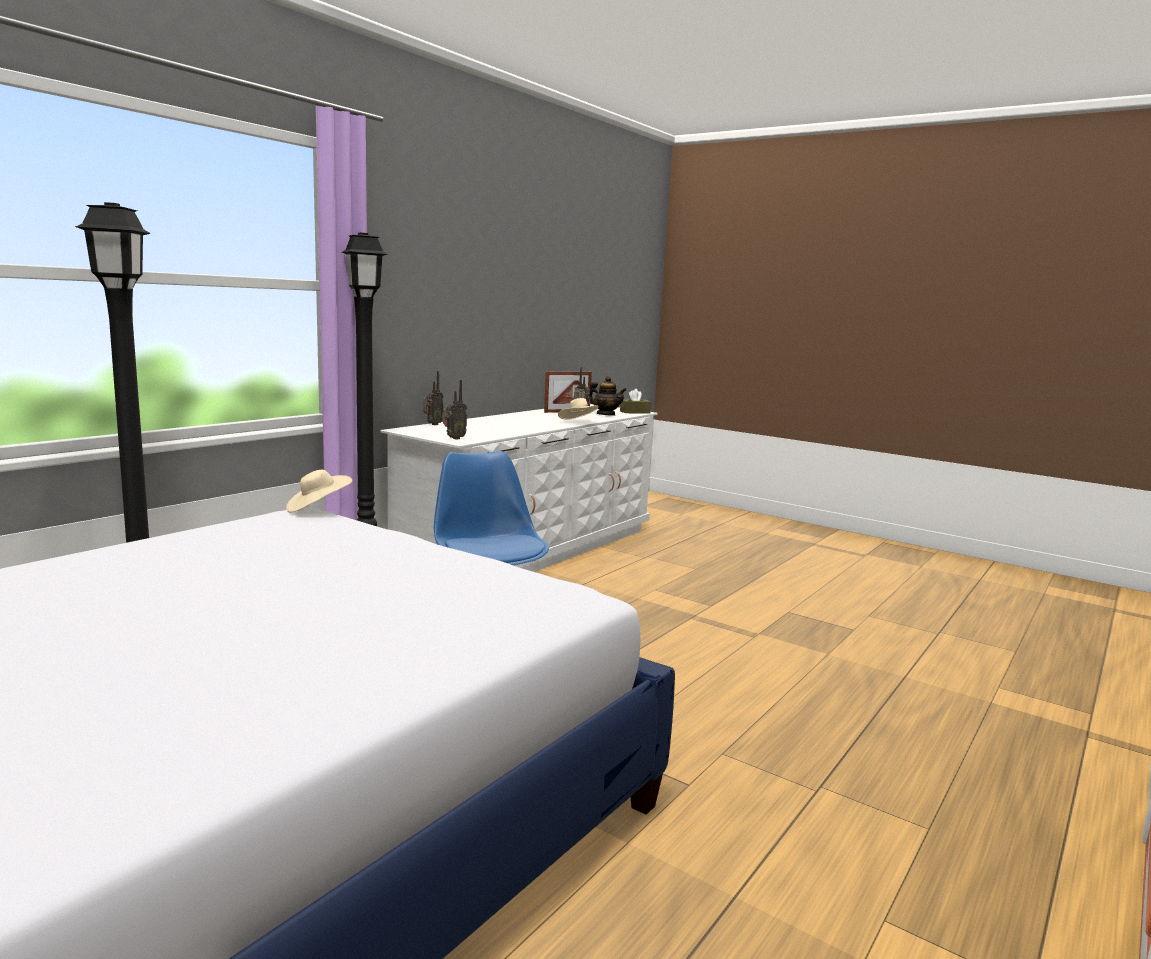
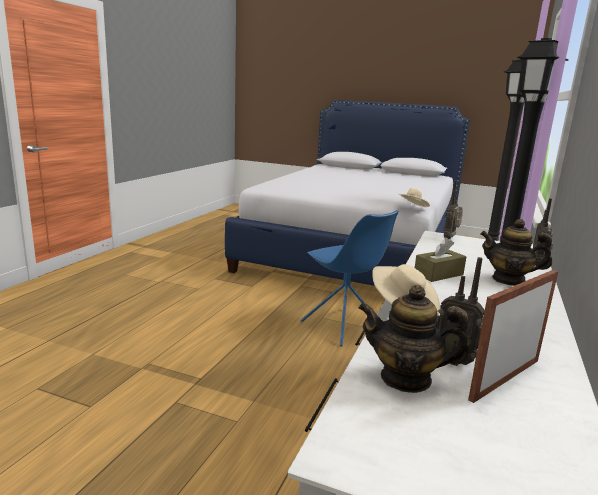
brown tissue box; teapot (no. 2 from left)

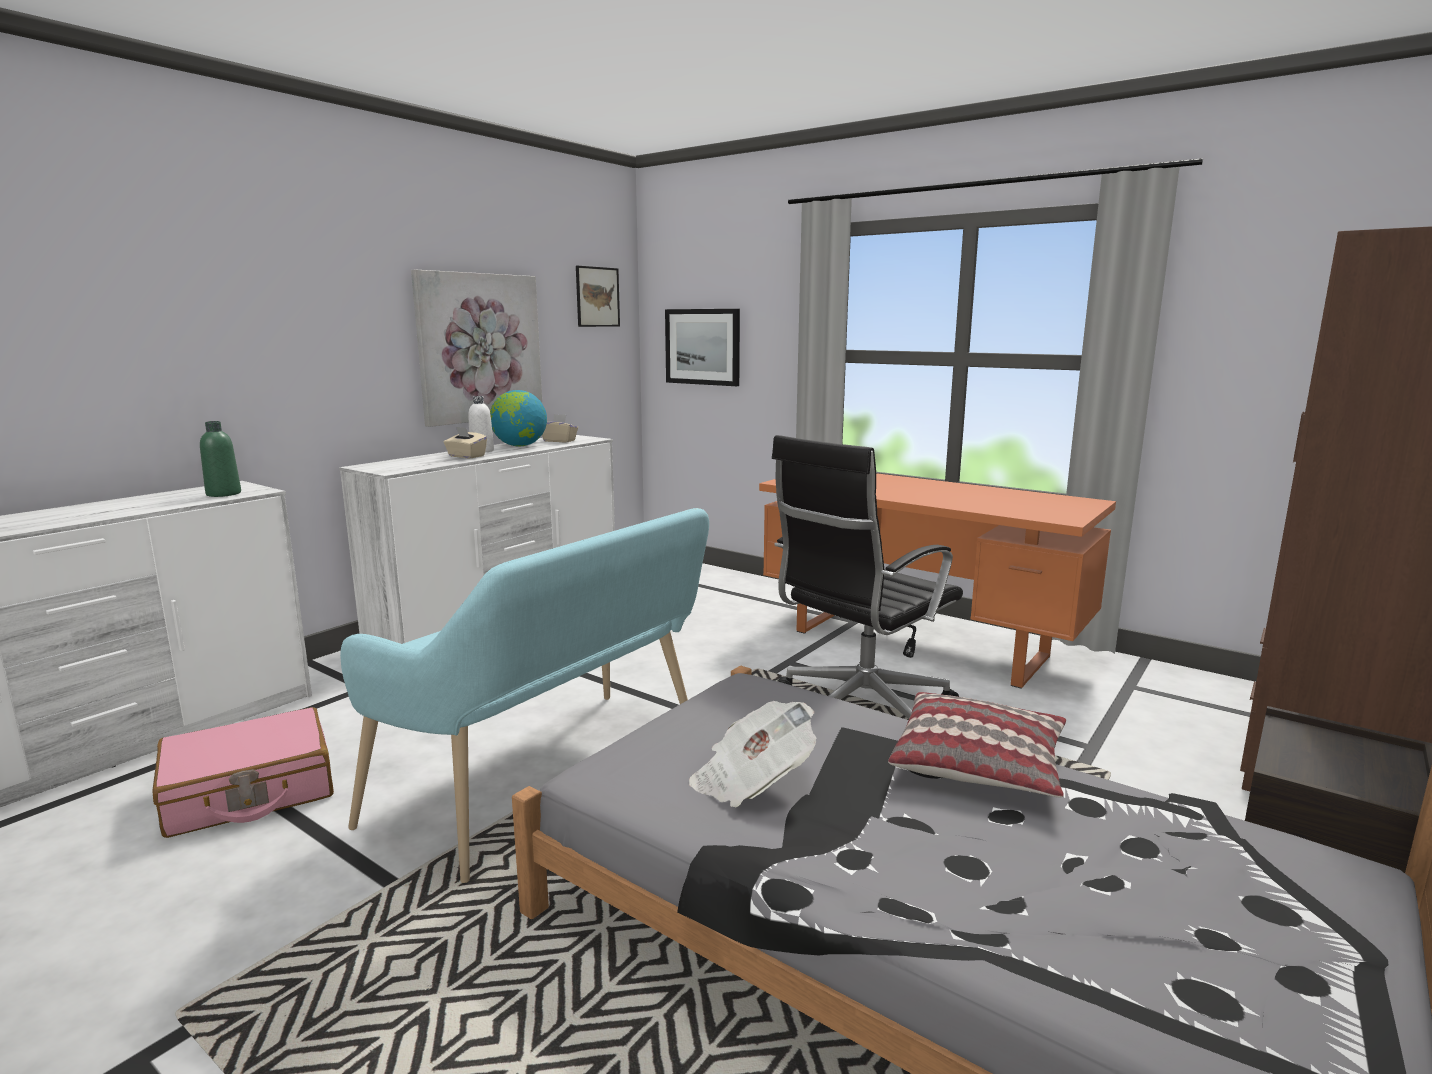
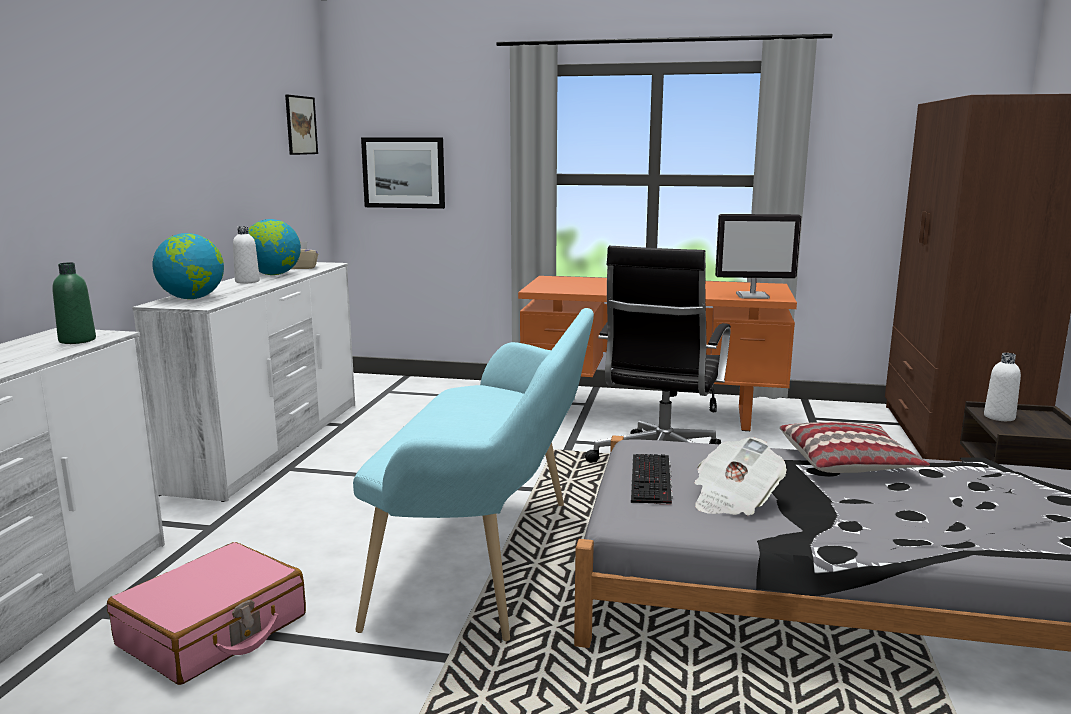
globe (no. 1 from left); keyboard; monitor; white bottle (no. 2 from left); picture (no. 1 from left in the first image); beige tissue box (no. 1 from left in the first image)

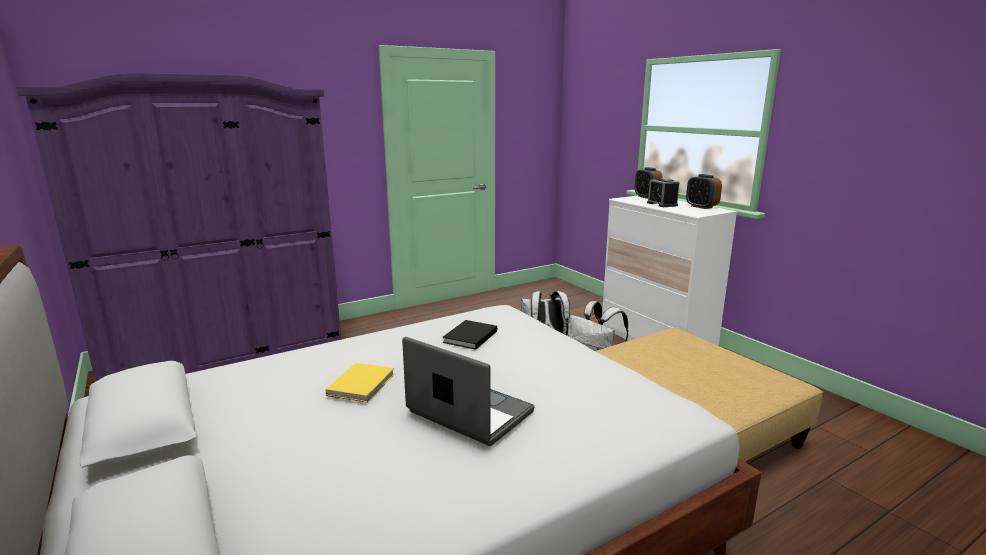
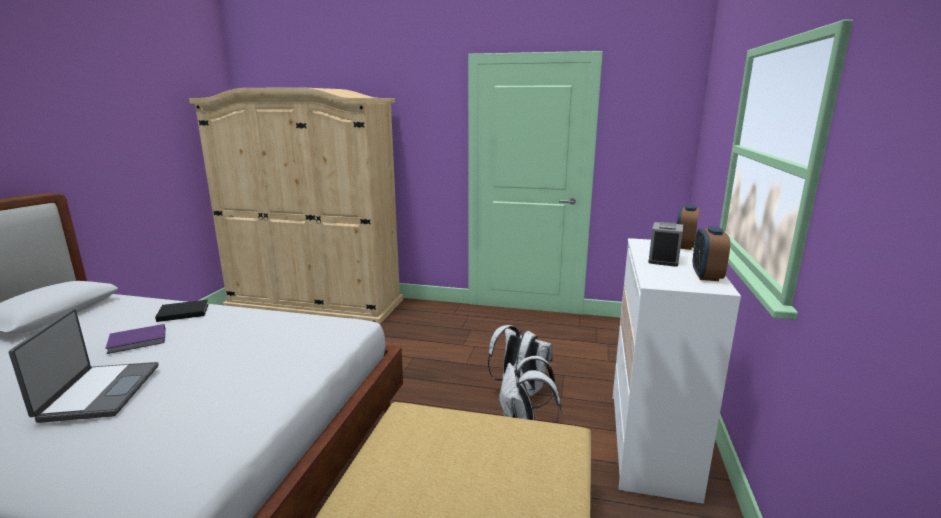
purple book; black book; beige wardrobe

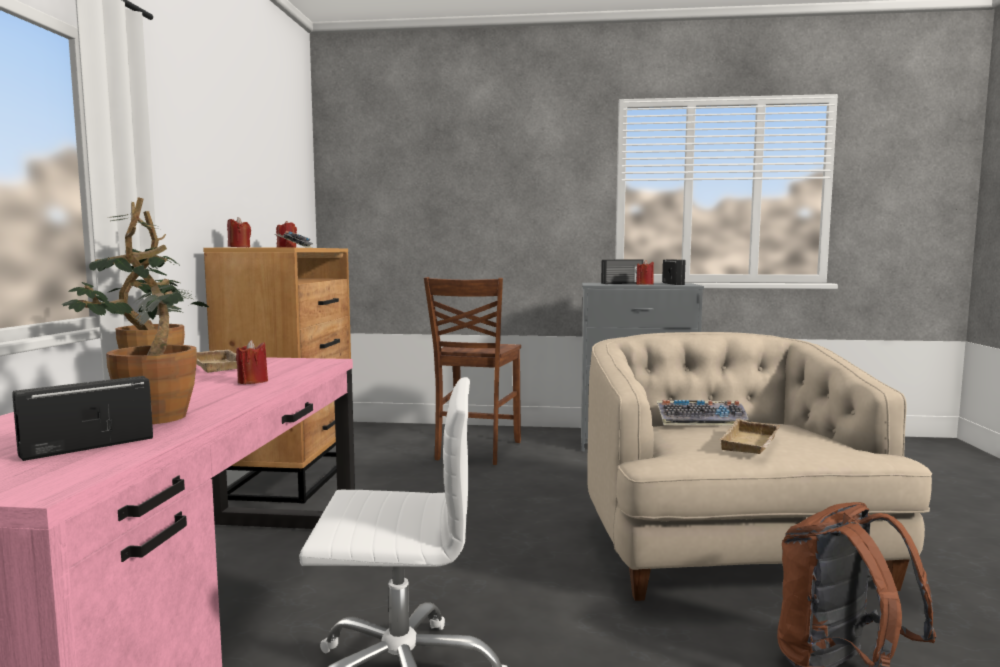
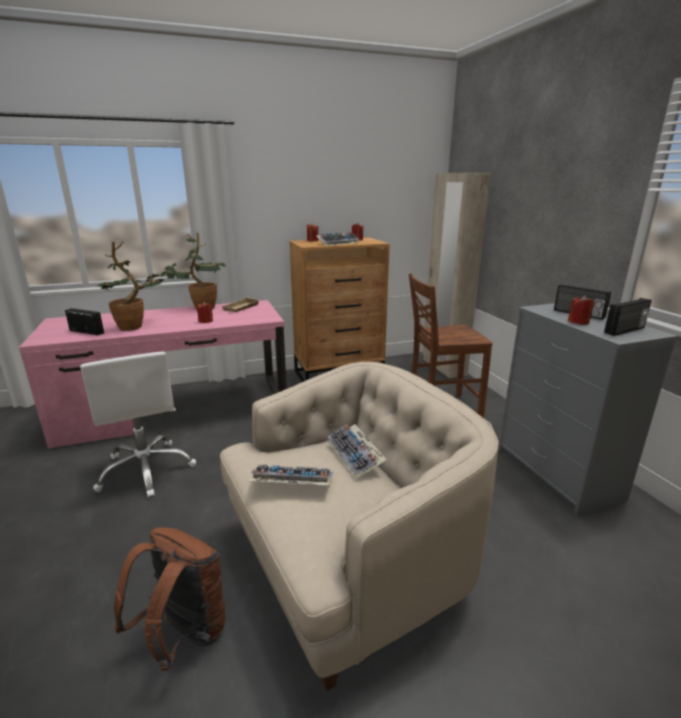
keyboard (no. 1 from left); beige wardrobe

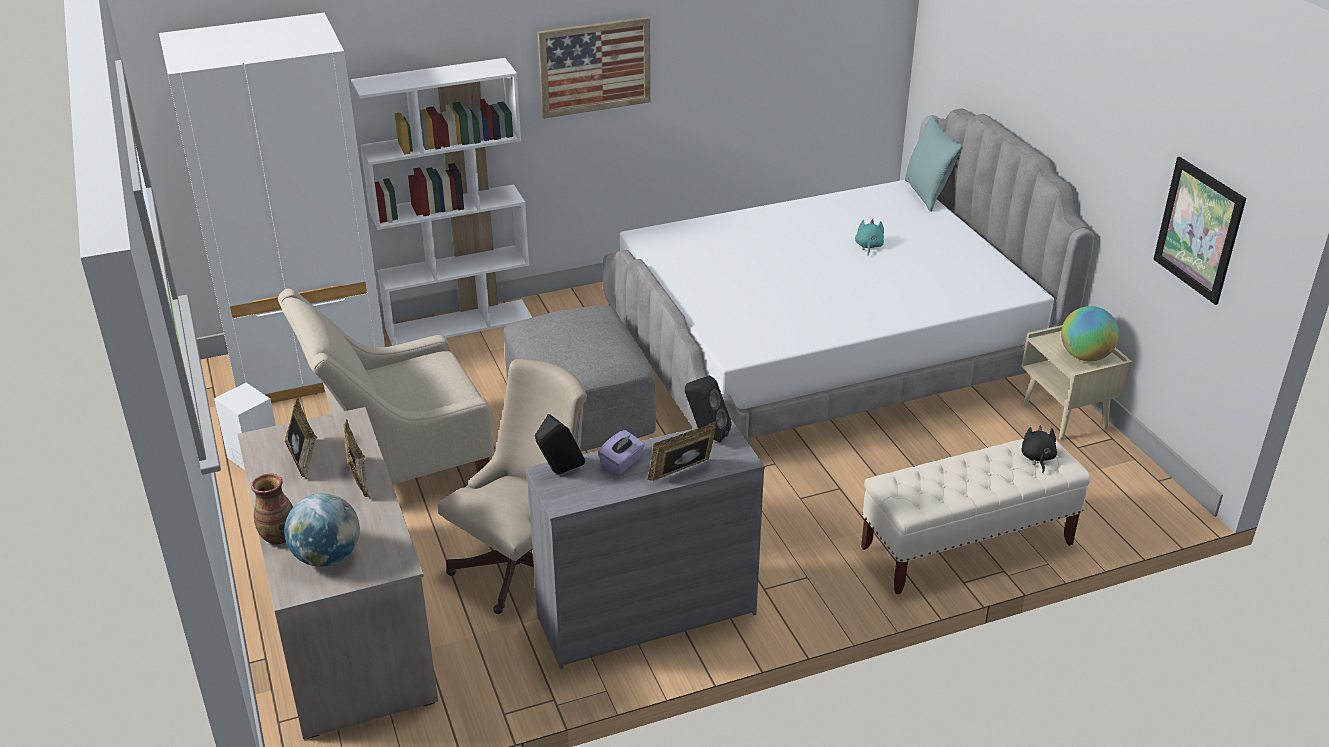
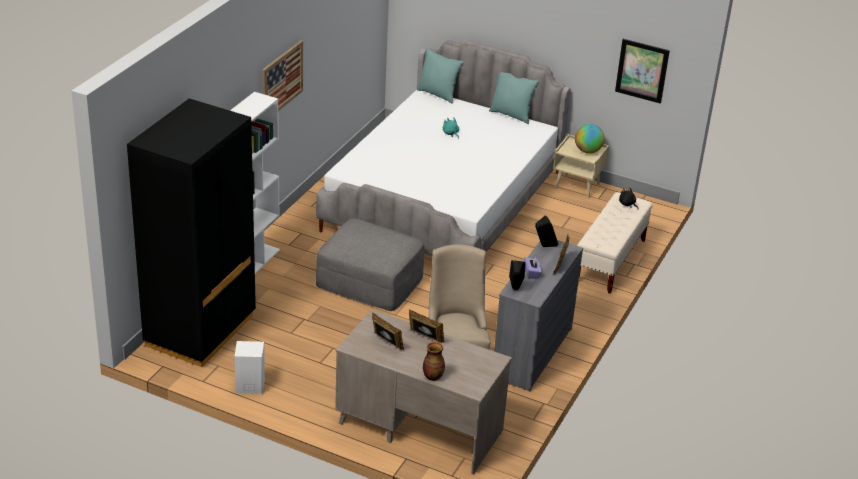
black wardrobe; turquoise pillow (no. 2 from left); beige armchair; globe (no. 1 from left in the first image)

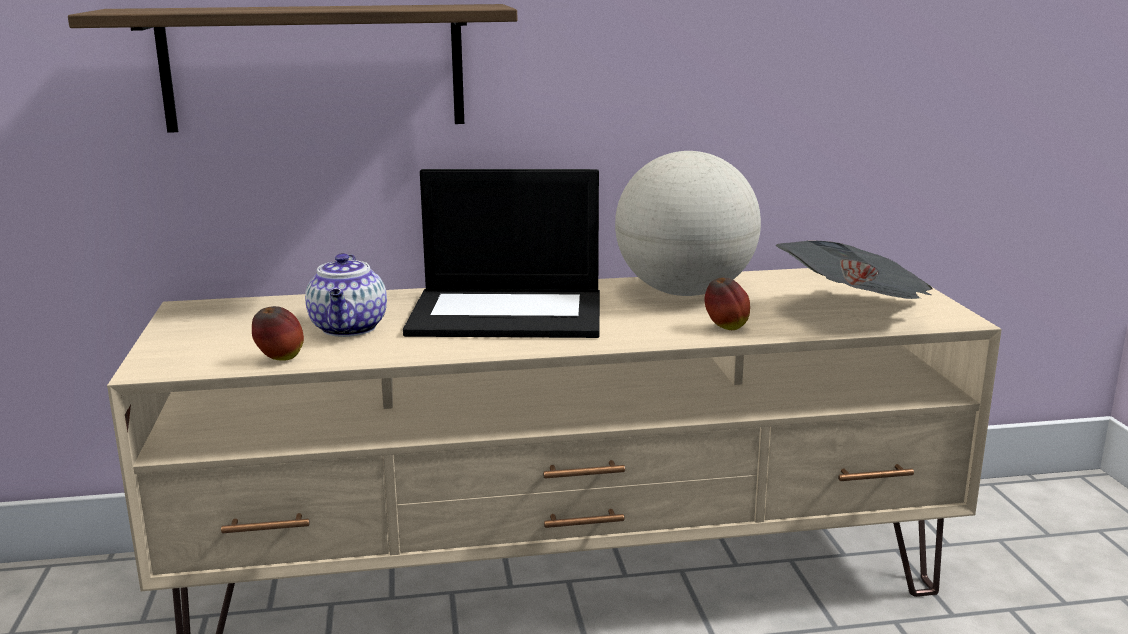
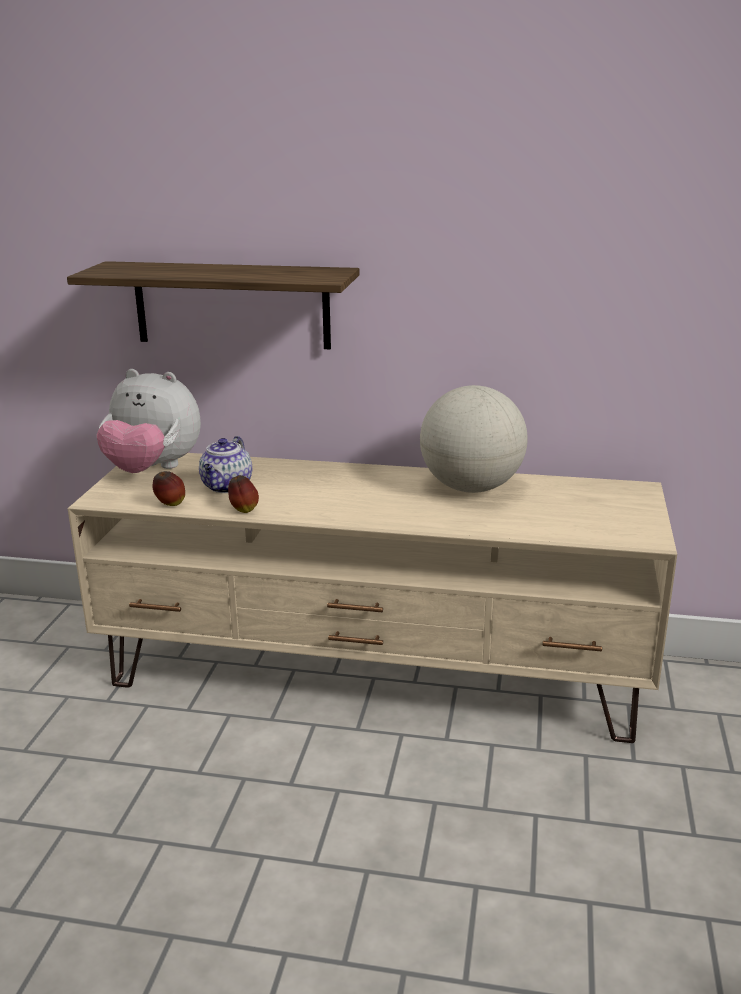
plush toy; apple (no. 2 from left); laptop; newspaper

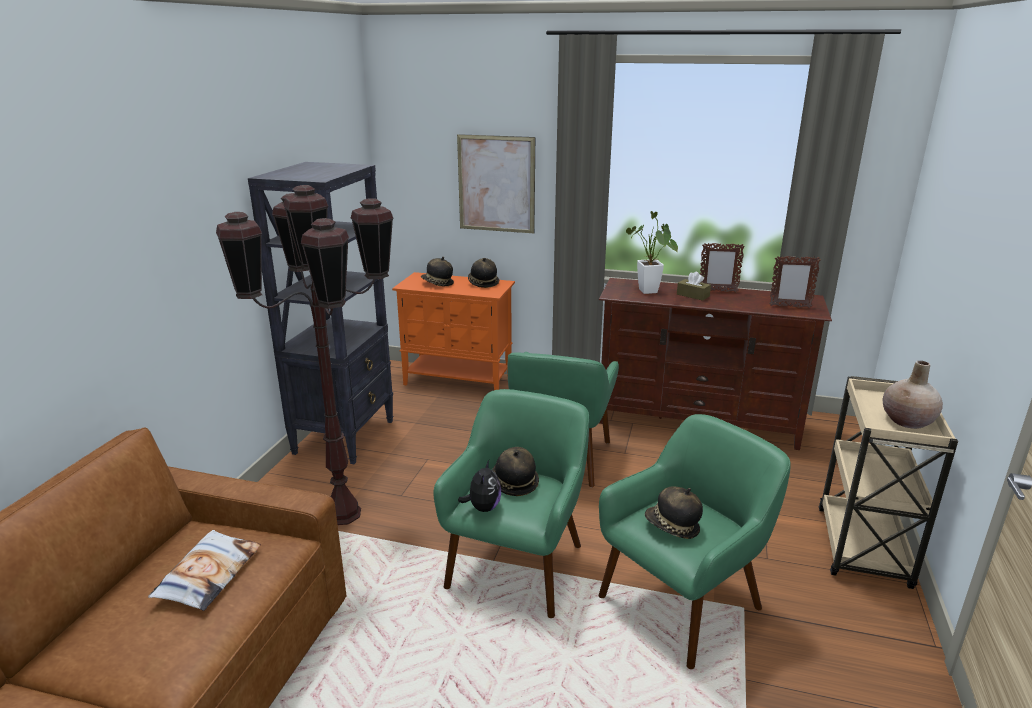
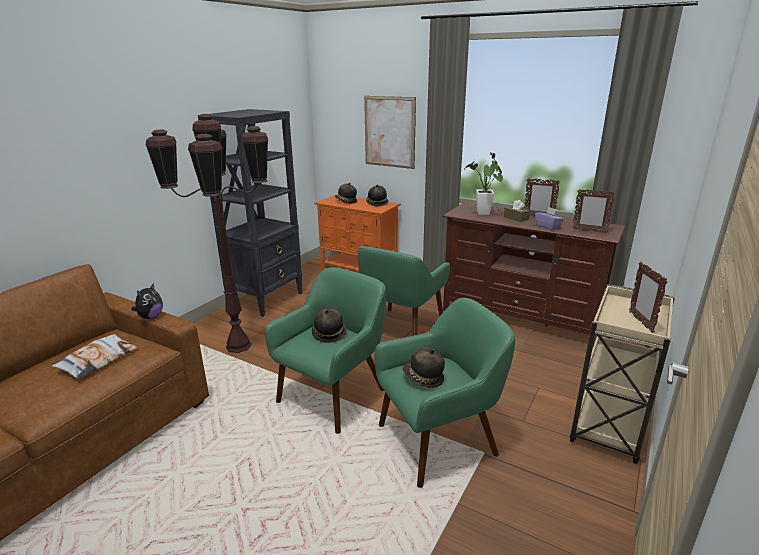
plush toy; purple tissue box; picture frame (no. 3 from left)

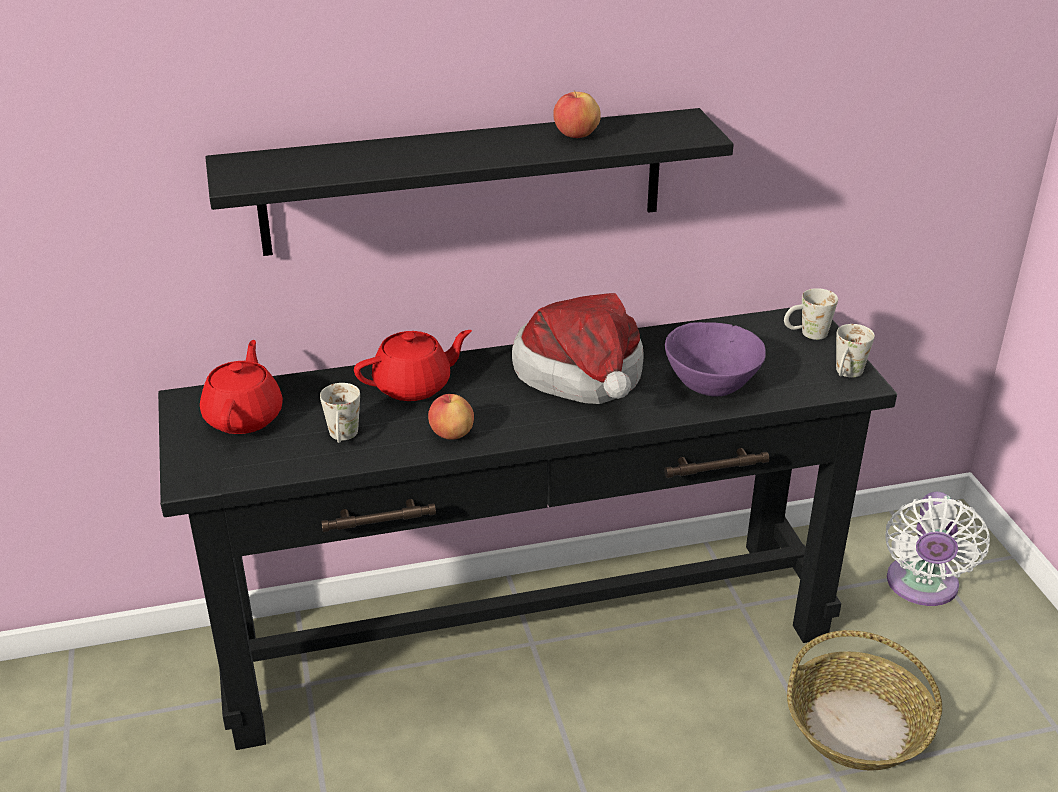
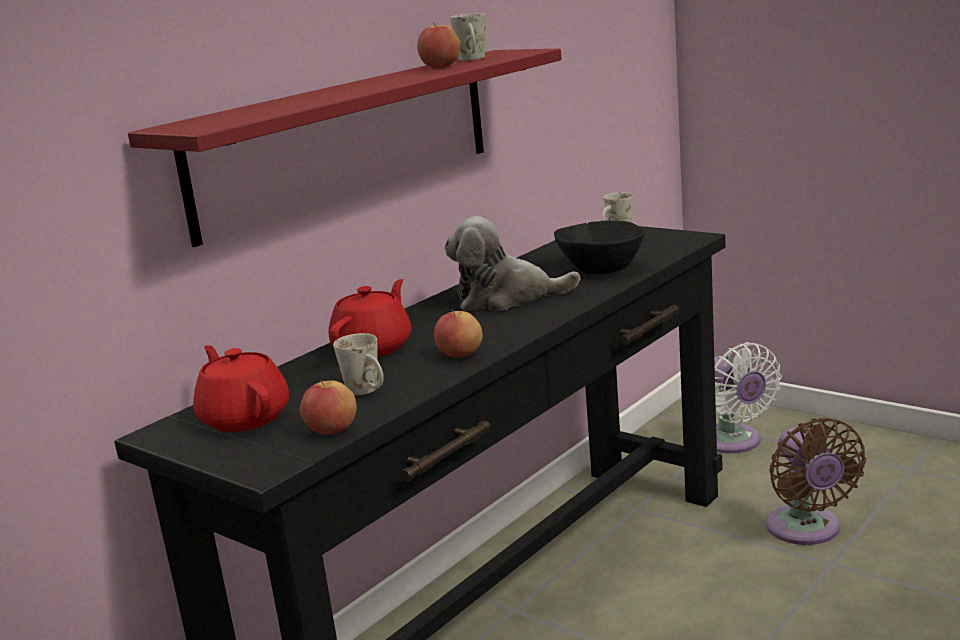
red shelf; apple (no. 1 from left); plush toy; white mug (no. 2 from left); black bowl; brown fan

